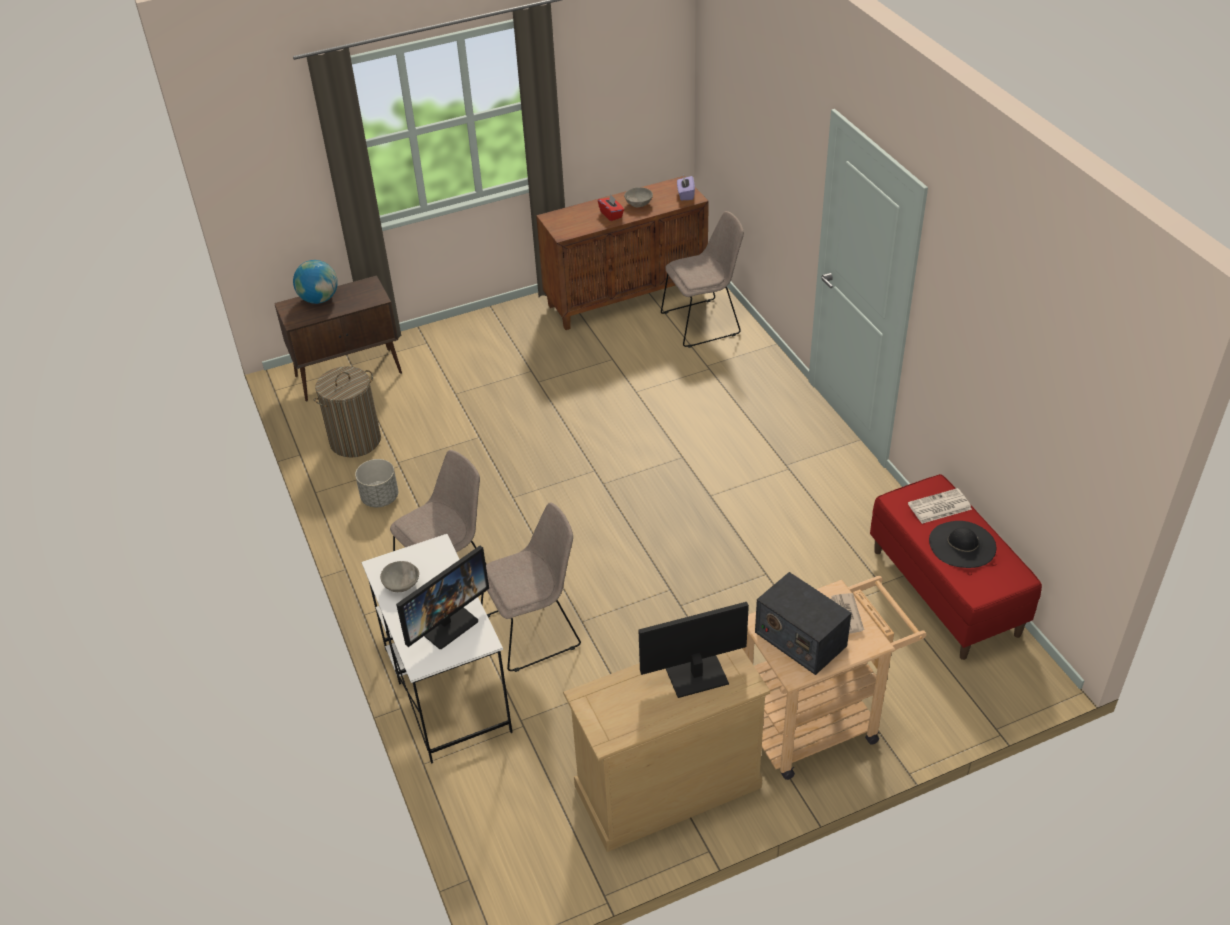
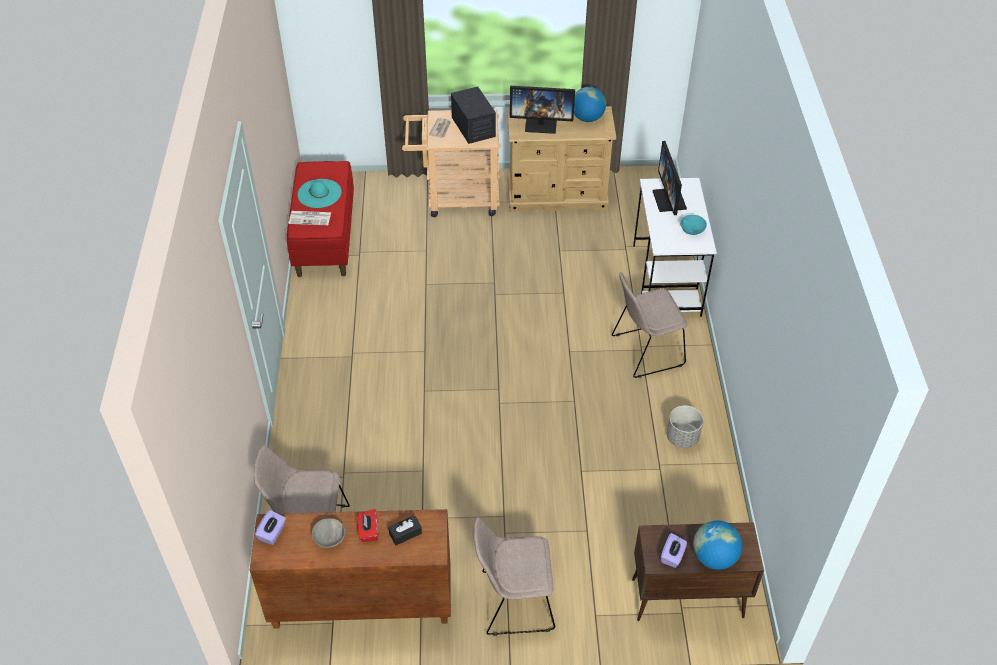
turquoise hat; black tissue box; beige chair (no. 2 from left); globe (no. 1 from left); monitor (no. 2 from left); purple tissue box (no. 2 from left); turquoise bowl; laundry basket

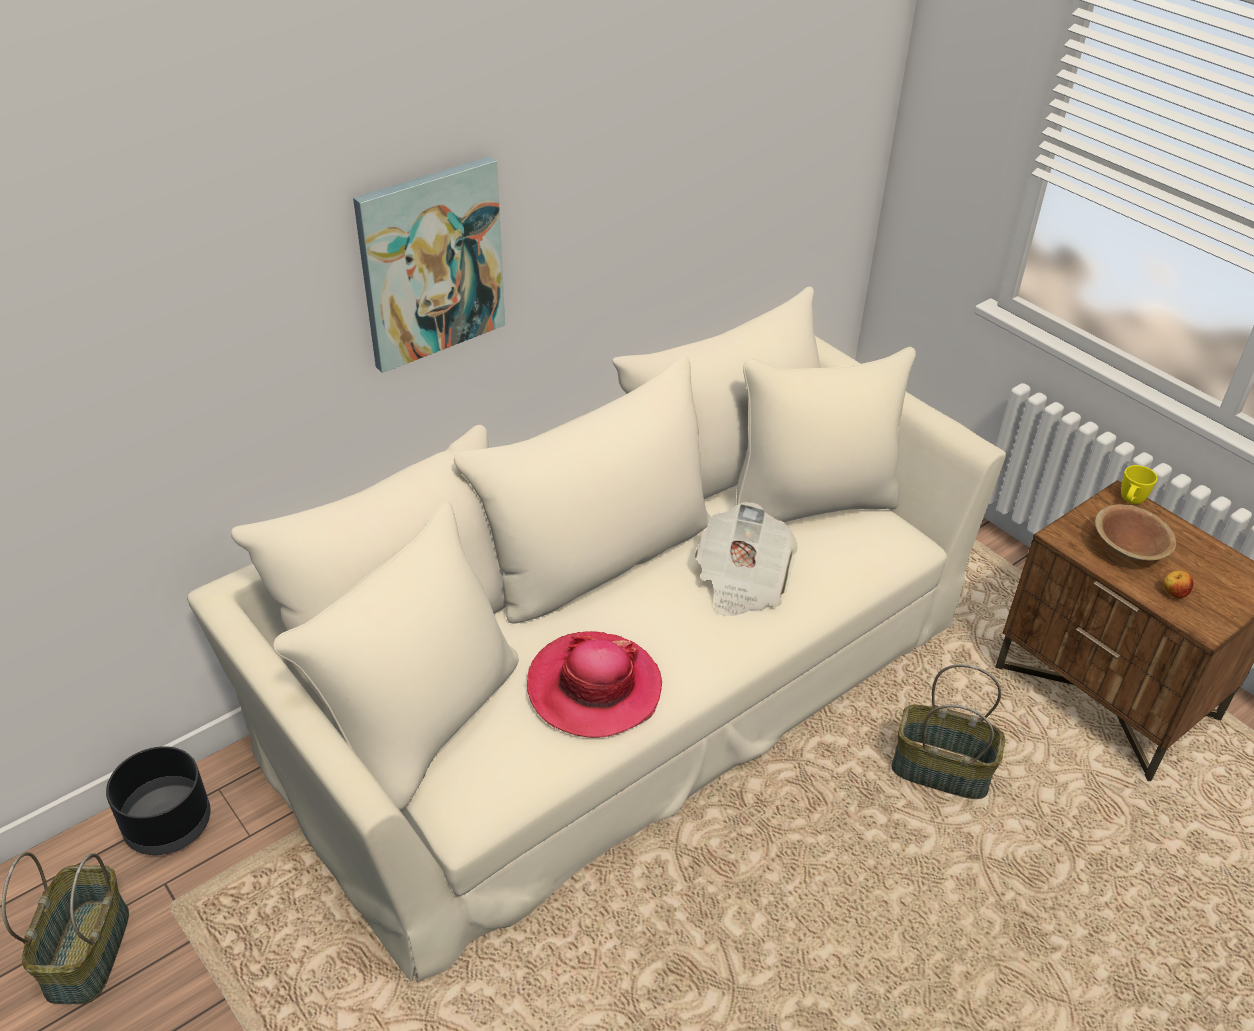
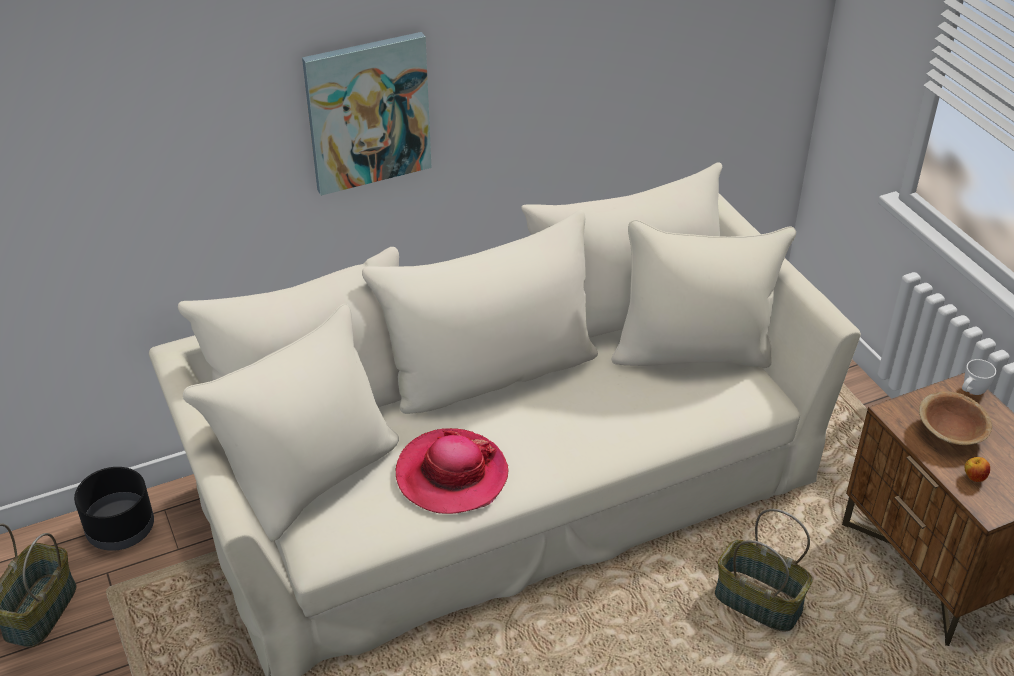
white mug; newspaper

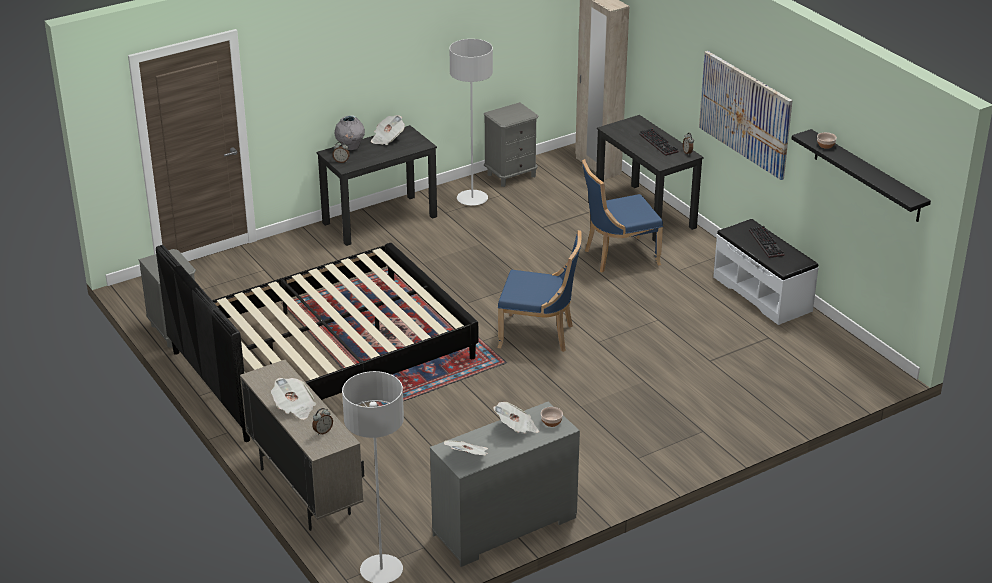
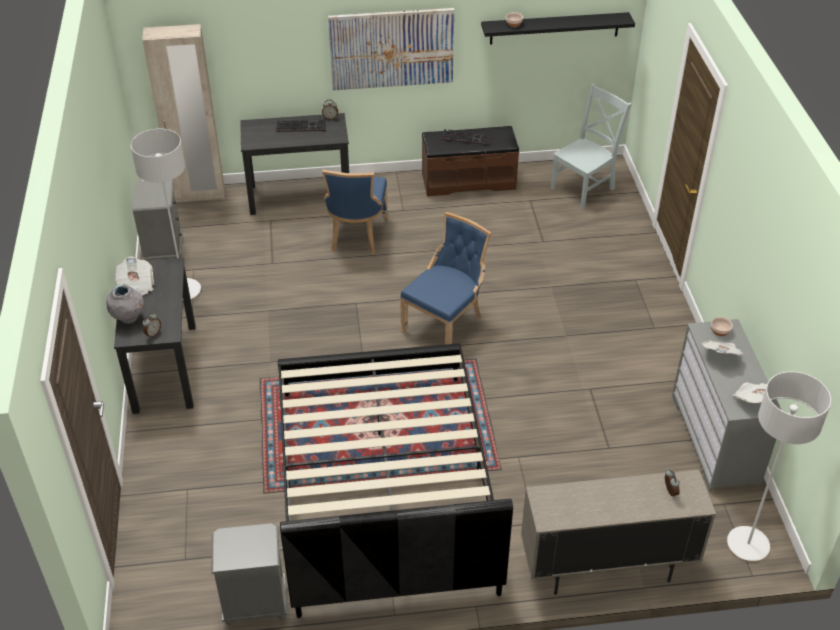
brown bench; grey chair; newspaper (no. 1 from left in the first image)

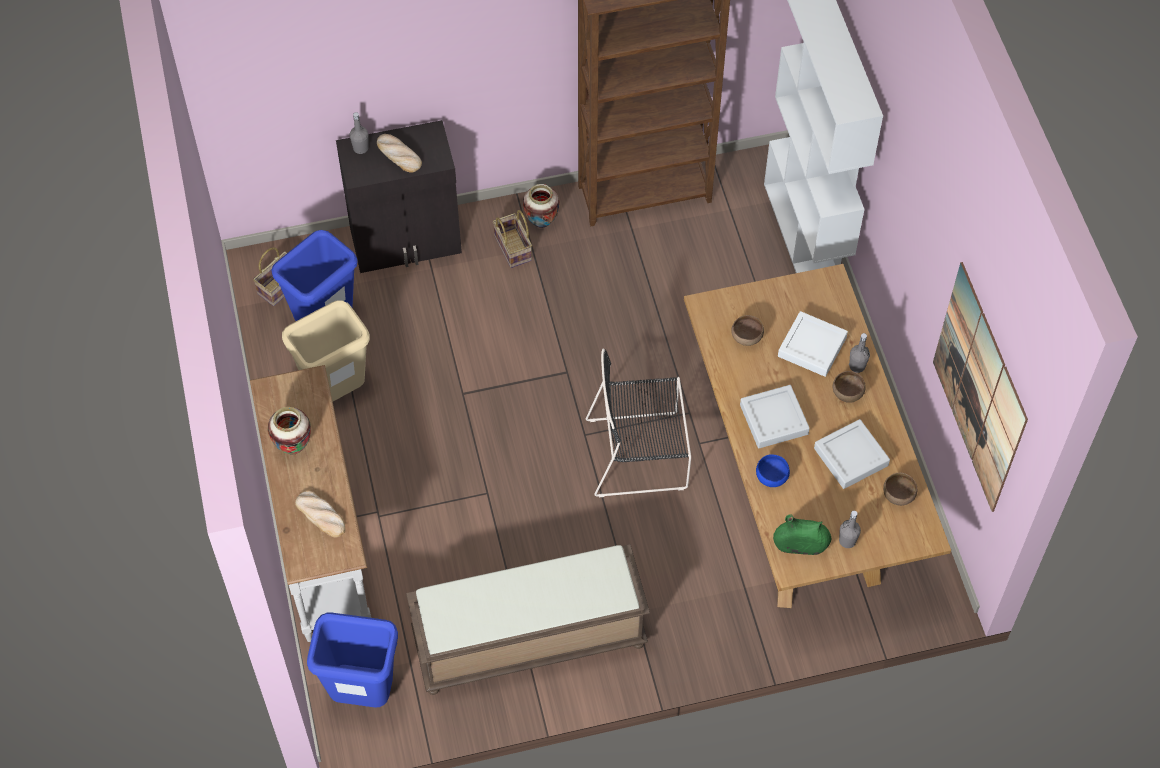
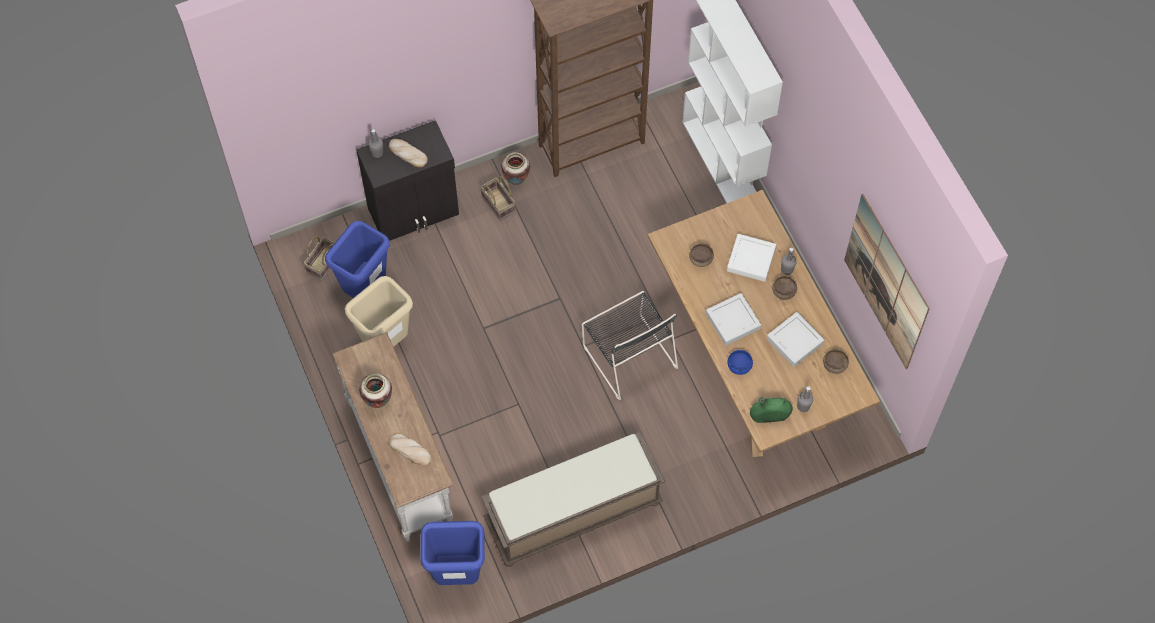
black chair

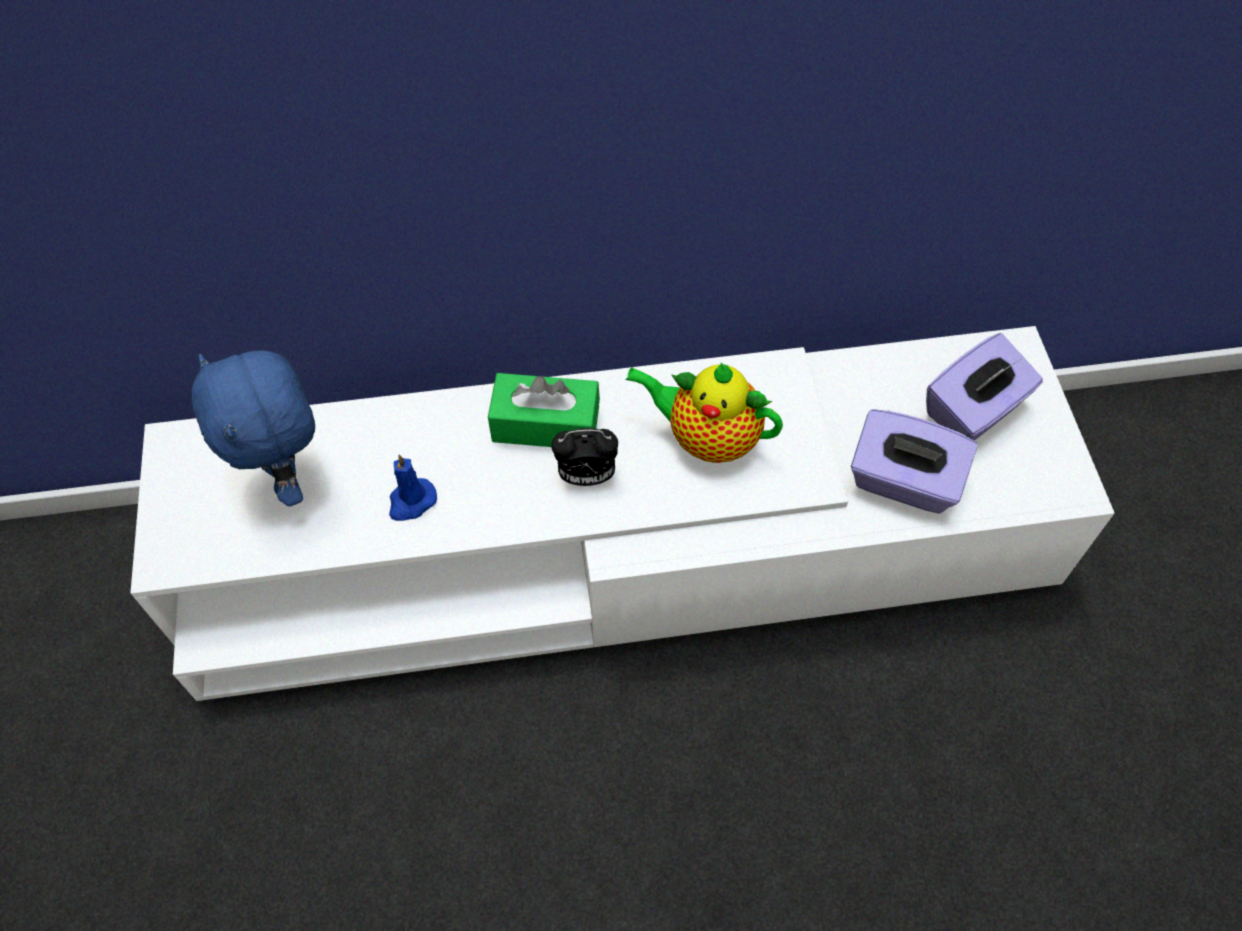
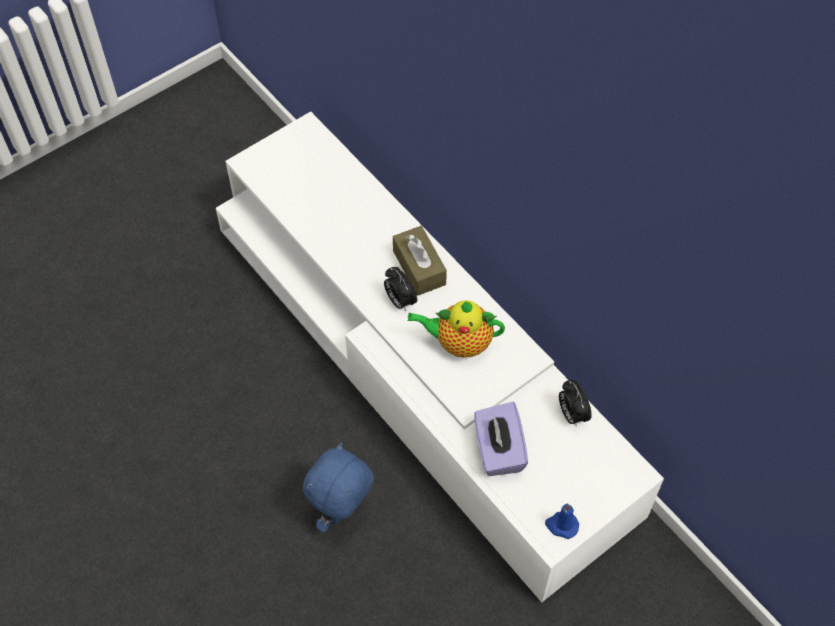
blue plush toy; brown tissue box; teapot; blue candle; alarm clock (no. 2 from left); purple tissue box (no. 2 from left in the first image)

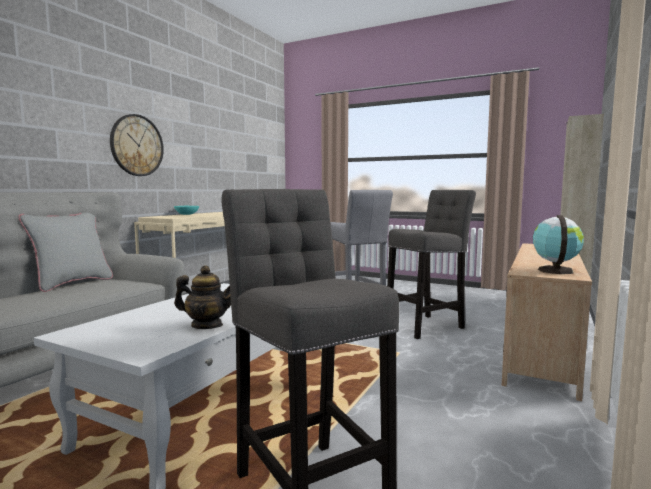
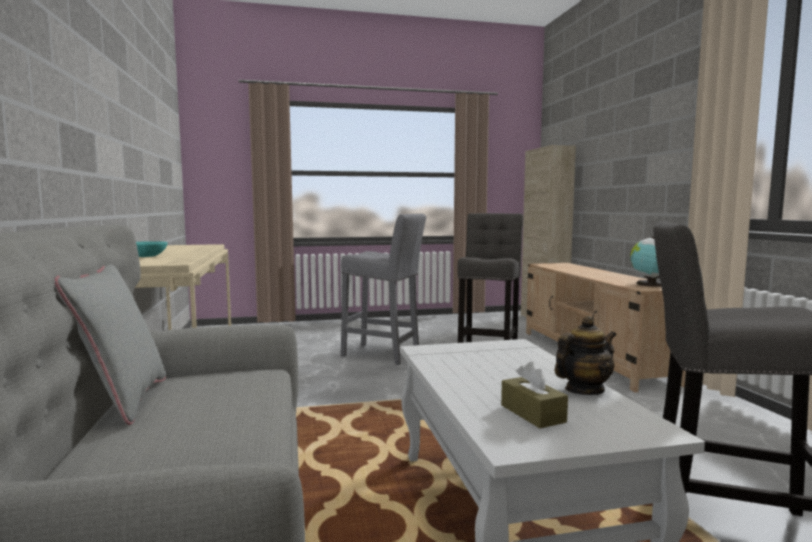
brown tissue box; wall clock

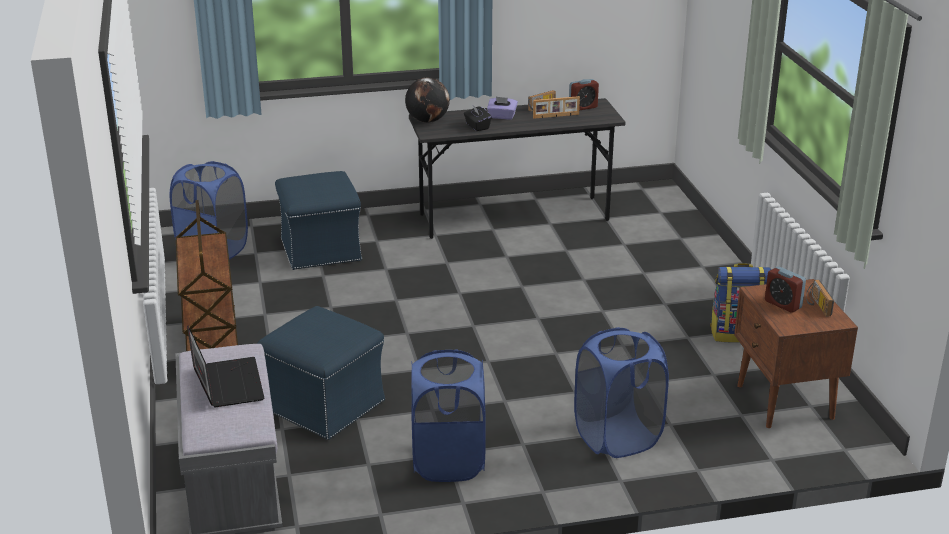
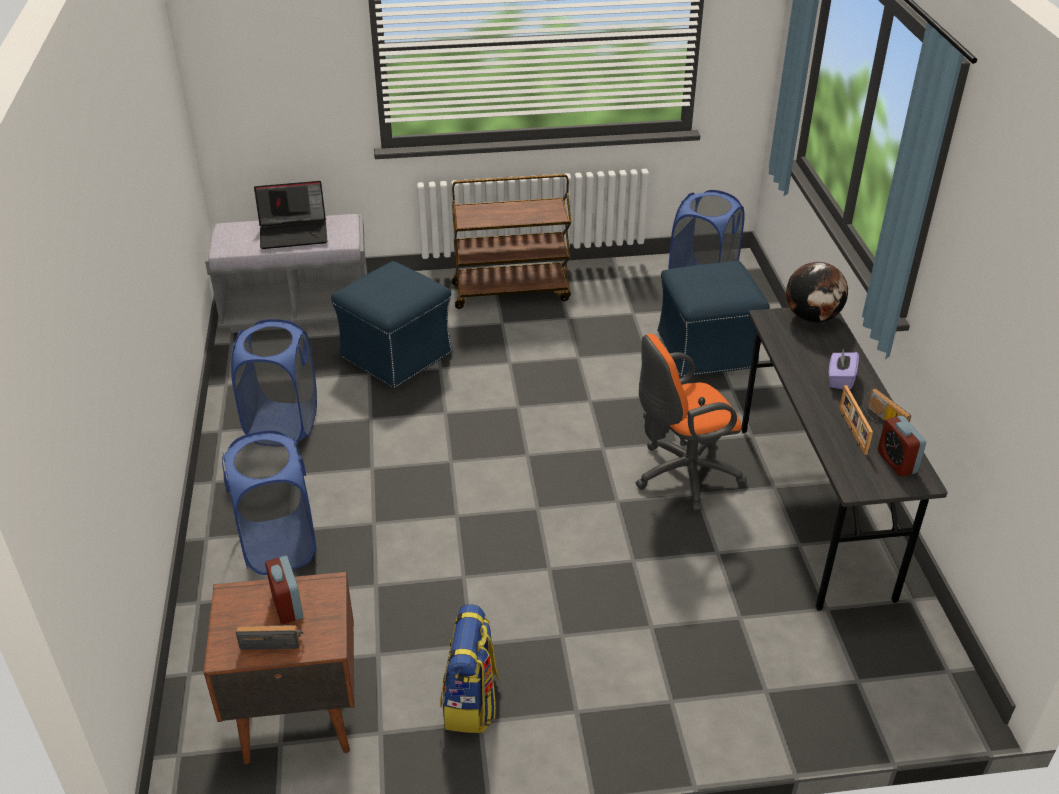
alarm clock (no. 1 from left); orange office chair; black tissue box

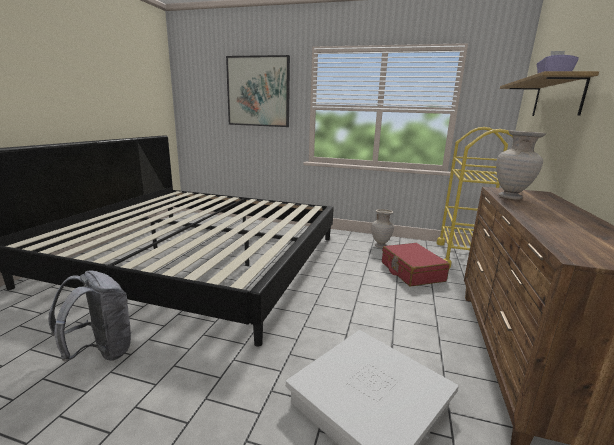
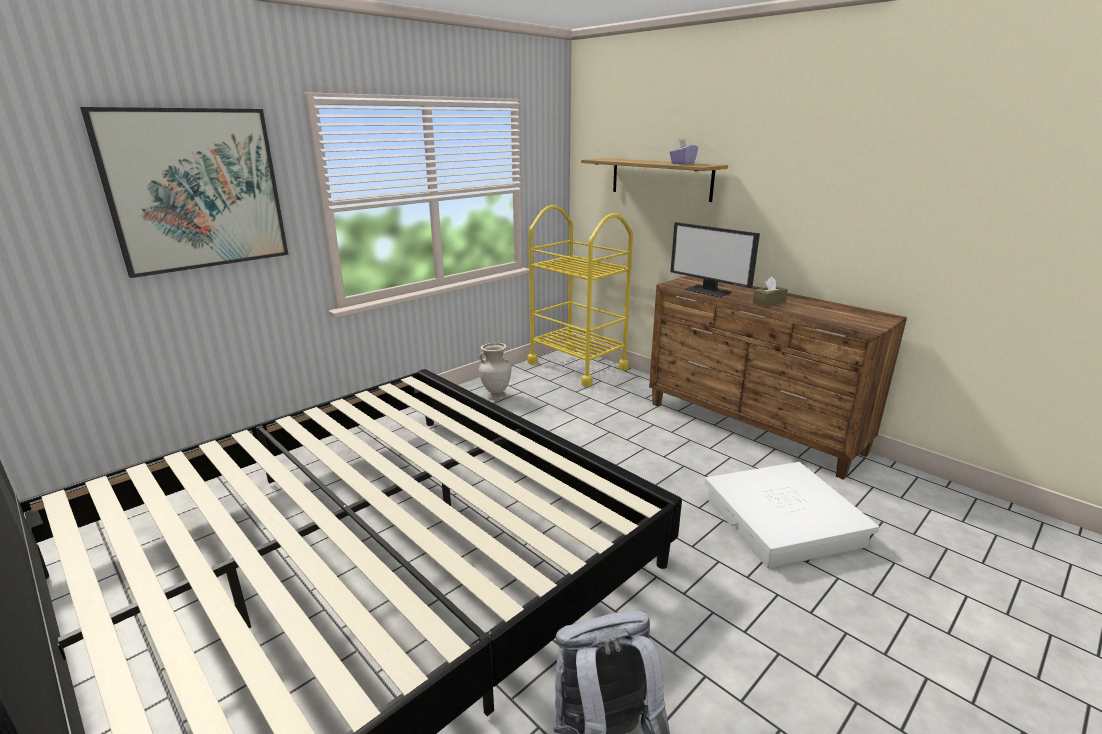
monitor; brown tissue box; red suitcase

